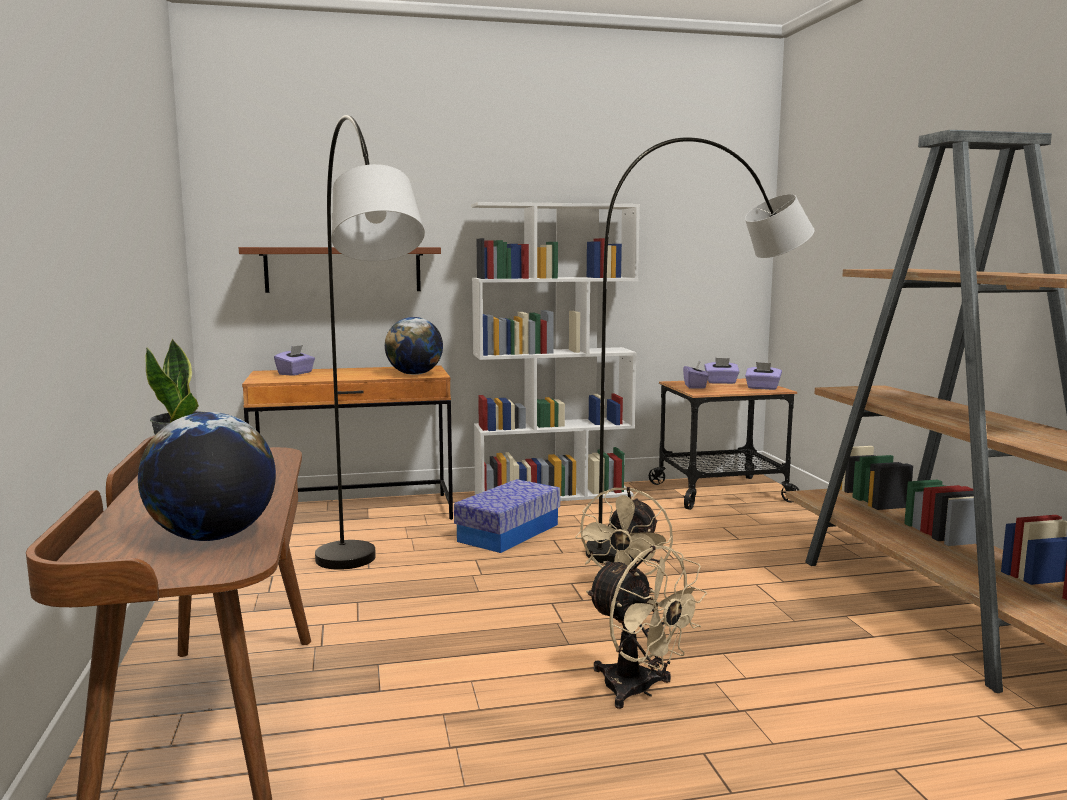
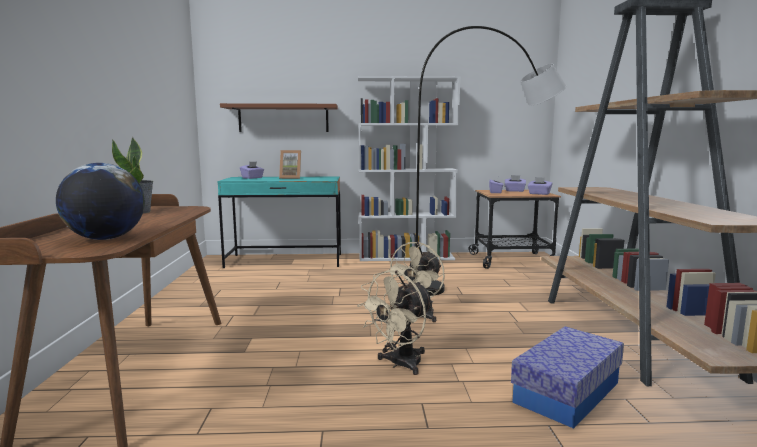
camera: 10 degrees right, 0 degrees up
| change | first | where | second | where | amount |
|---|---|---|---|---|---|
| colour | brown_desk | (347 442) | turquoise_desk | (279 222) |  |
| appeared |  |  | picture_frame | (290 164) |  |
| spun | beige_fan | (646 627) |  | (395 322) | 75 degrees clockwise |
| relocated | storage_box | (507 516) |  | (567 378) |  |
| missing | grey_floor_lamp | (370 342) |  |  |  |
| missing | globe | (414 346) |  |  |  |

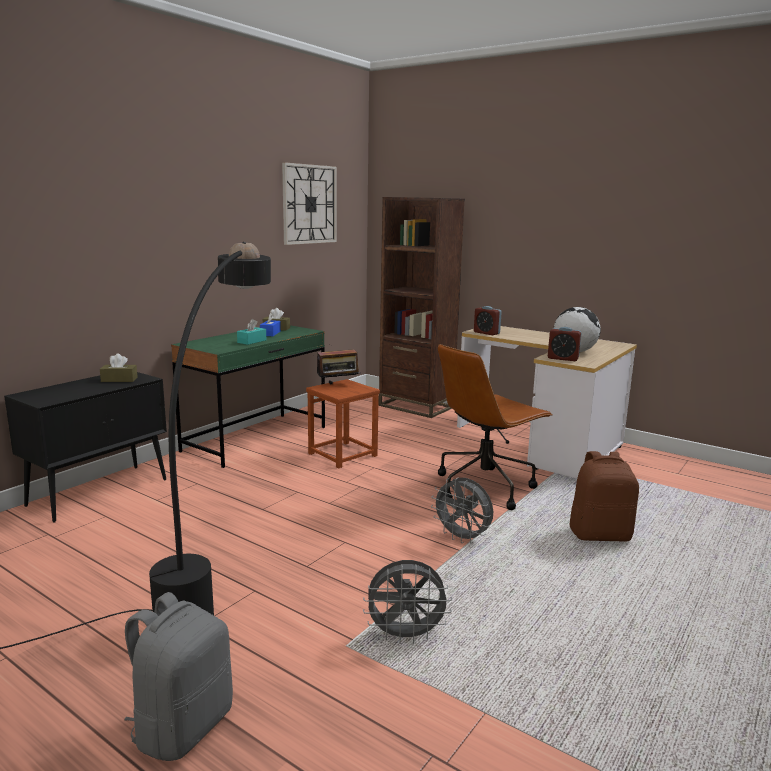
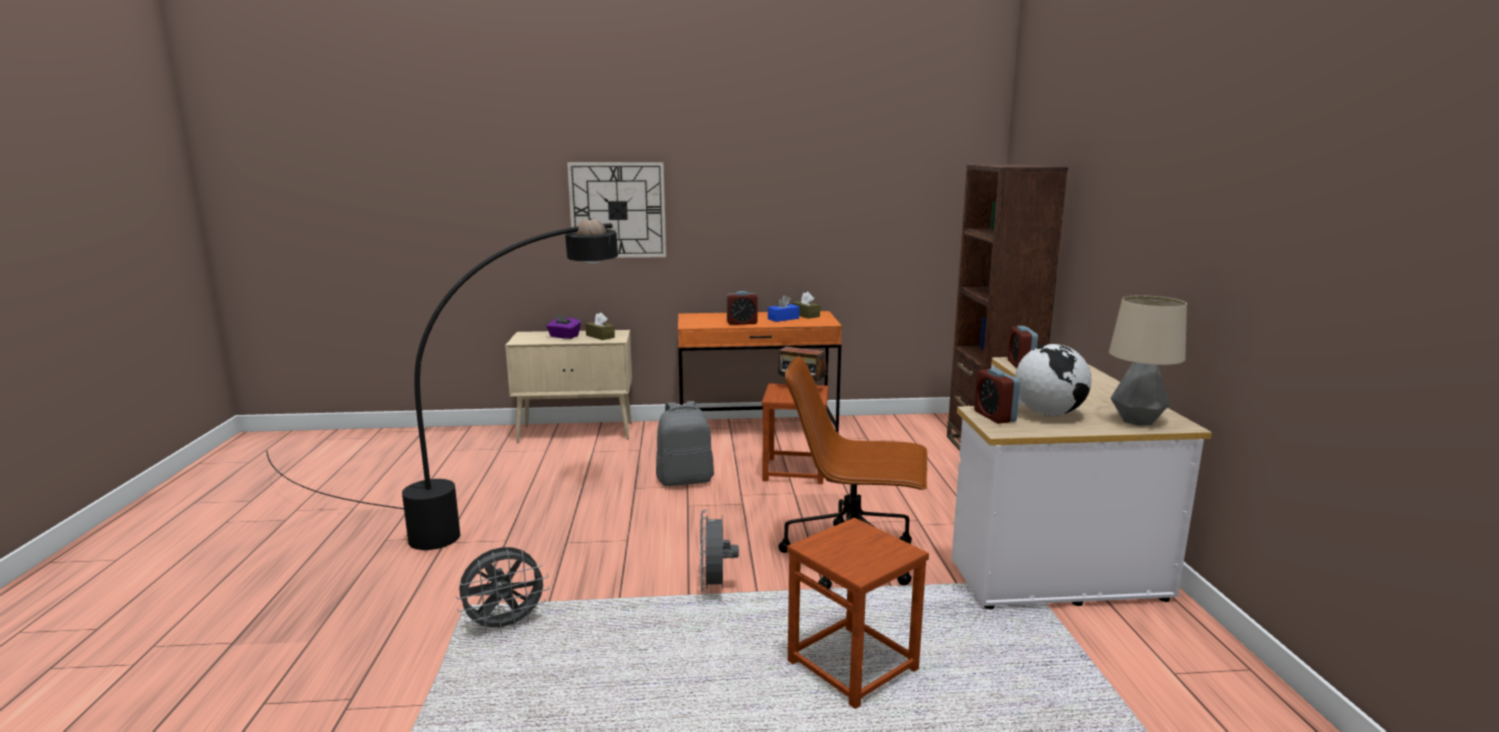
camera: 50 degrees right, 0 degrees up
| change | first | where | second | where | amount |
|---|---|---|---|---|---|
| spun | grey_fan | (407 602) |  | (502 590) | 75 degrees counterclockwise |
| colour | black_cabinet | (85 447) | beige_cabinet | (568 386) |  |
| appeared |  |  | purple_tissue_box | (563 326) |  |
| relocated | wall_clock | (309 203) |  | (616 210) |  |
| relocated | grey_backpack | (178 676) |  | (685 443) |  |
| colour | green_desk | (248 396) | orange_desk | (760 372) |  |
| exchanged | turquoise_tissue_box | (251 332) | alarm_clock | (742 308) |  |
| exchanged | brown_backpack | (604 496) | brown_stool | (858 613) |  |
| appeared |  |  | table_lamp | (1148 360) |  |

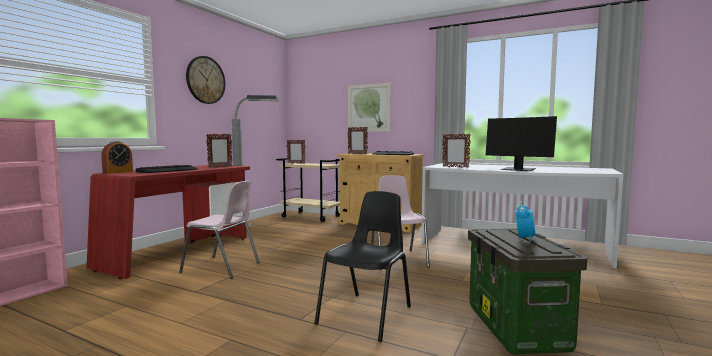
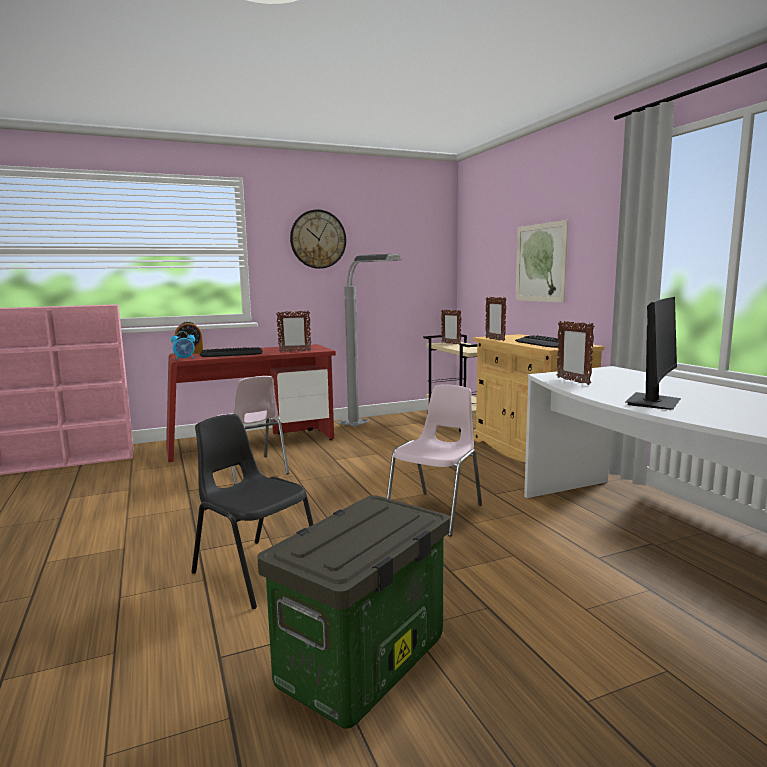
camera: 40 degrees right, 5 degrees up
| change | first | where | second | where | amount |
|---|---|---|---|---|---|
| relocated | alarm_clock | (525 221) |  | (183 345) |  |
| spun | black_chair | (363 266) |  | (253 511) | 120 degrees counterclockwise |
| spun | monitor | (521 143) |  | (653 353) | 135 degrees counterclockwise |

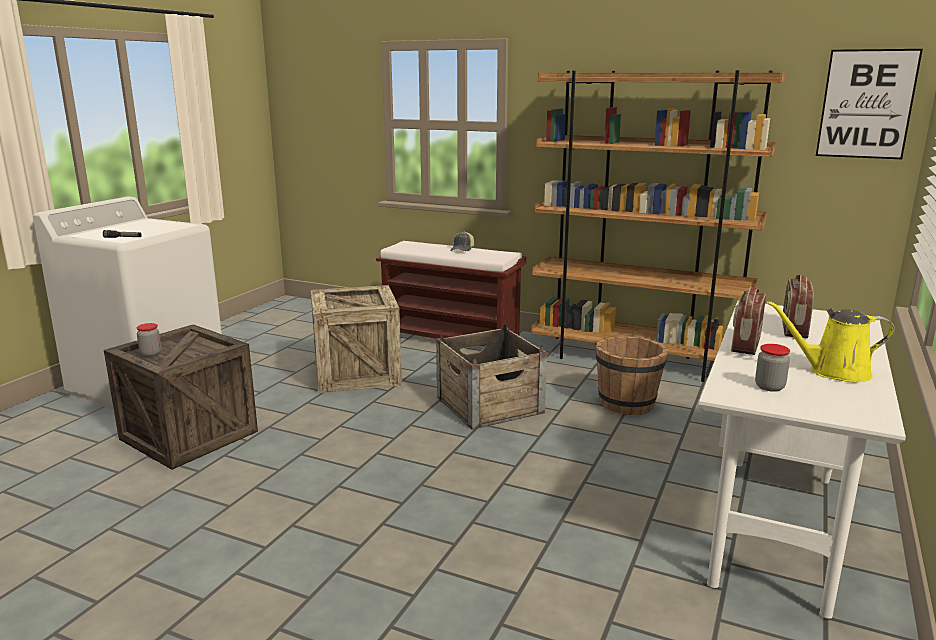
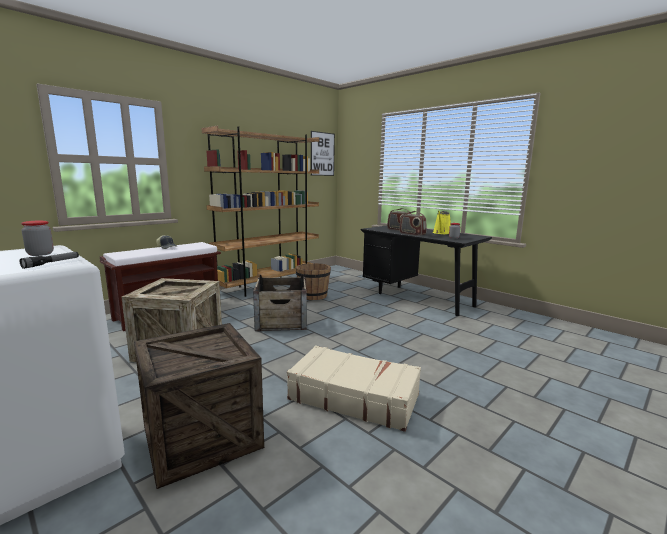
camera: 70 degrees left, 5 degrees down
| change | first | where | second | where | amount |
|---|---|---|---|---|---|
| relocated | jar | (149 340) |  | (37 238) |  |
| appeared |  |  | beige_suitcase | (354 388) |  |
| colour | white_desk | (802 460) | black_desk | (426 270) |  |

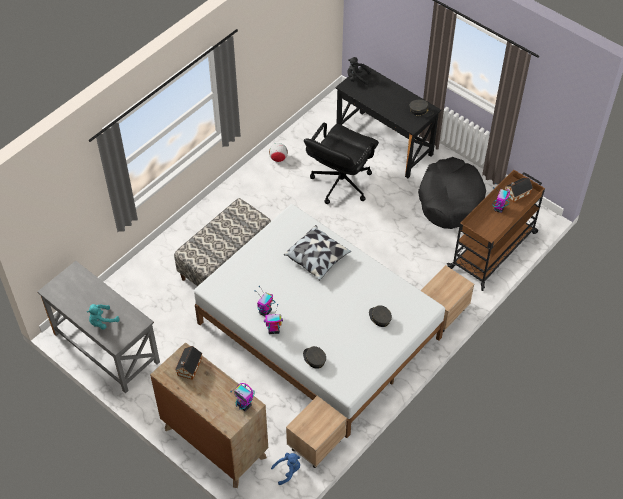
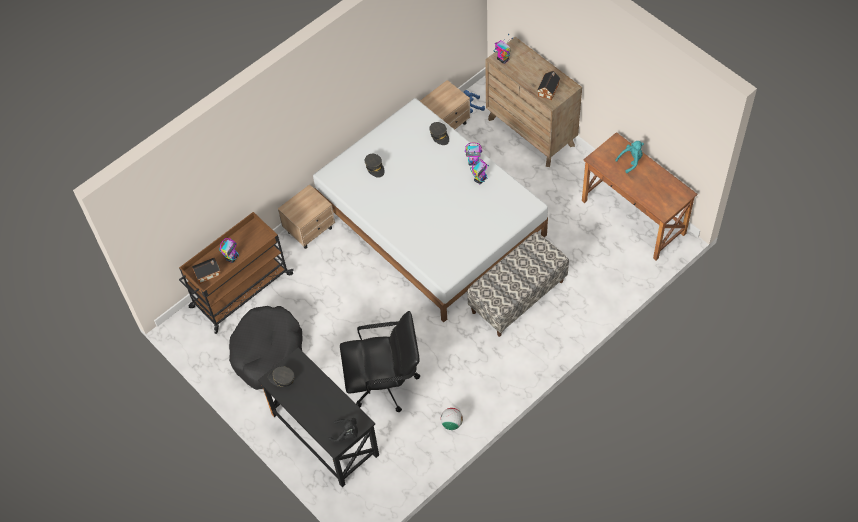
camera: 170 degrees left, 5 degrees up
| change | first | where | second | where | amount |
|---|---|---|---|---|---|
| spun | black_office_chair | (341 163) |  | (380 361) | 45 degrees clockwise |
| colour | grey_desk | (98 327) | brown_desk | (640 196) |  |
| missing | pillow | (317 252) |  |  |  |

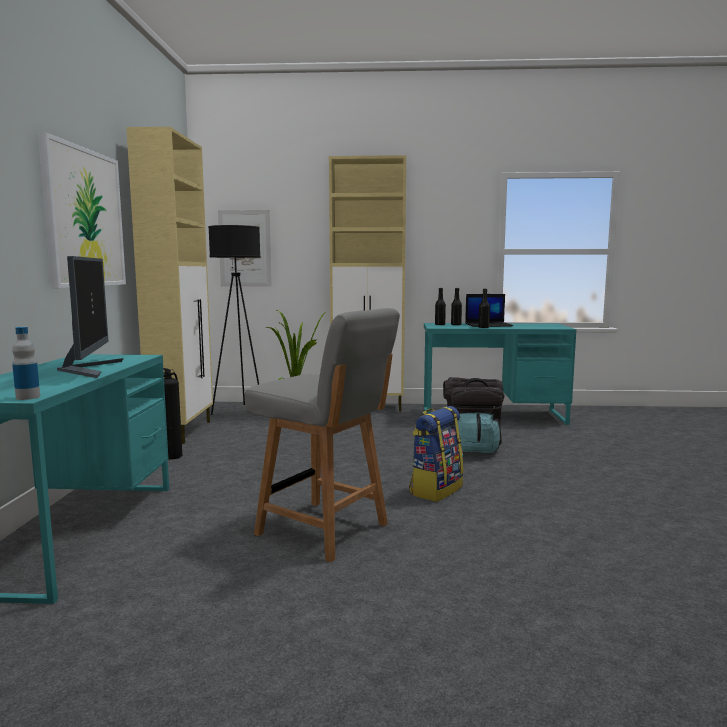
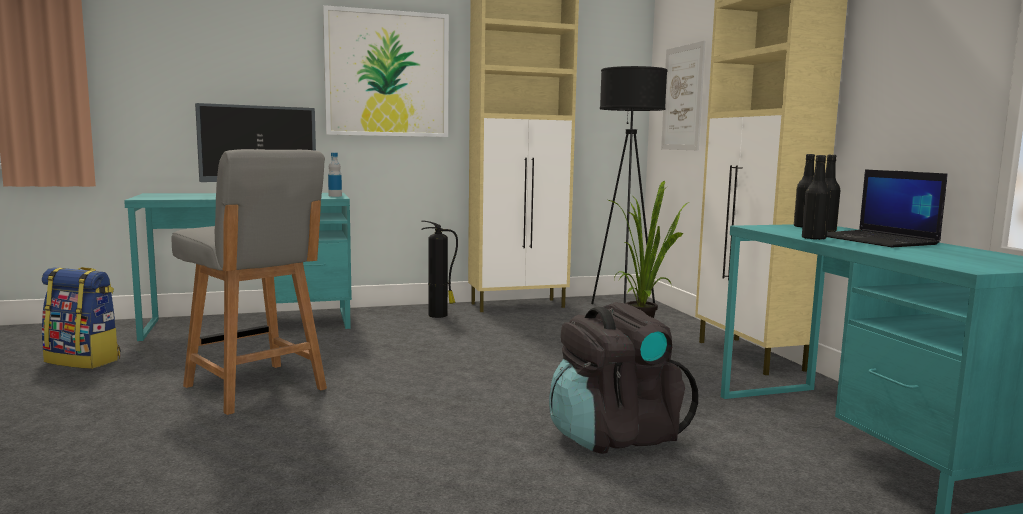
camera: 70 degrees right, 0 degrees up
| change | first | where | second | where | amount |
|---|---|---|---|---|---|
| relocated | backpack | (436 454) |  | (80 318) |  |
| spun | grey_chair | (322 435) |  | (249 282) | 60 degrees counterclockwise |
| relocated | bottle | (26 363) |  | (335 175) |  |

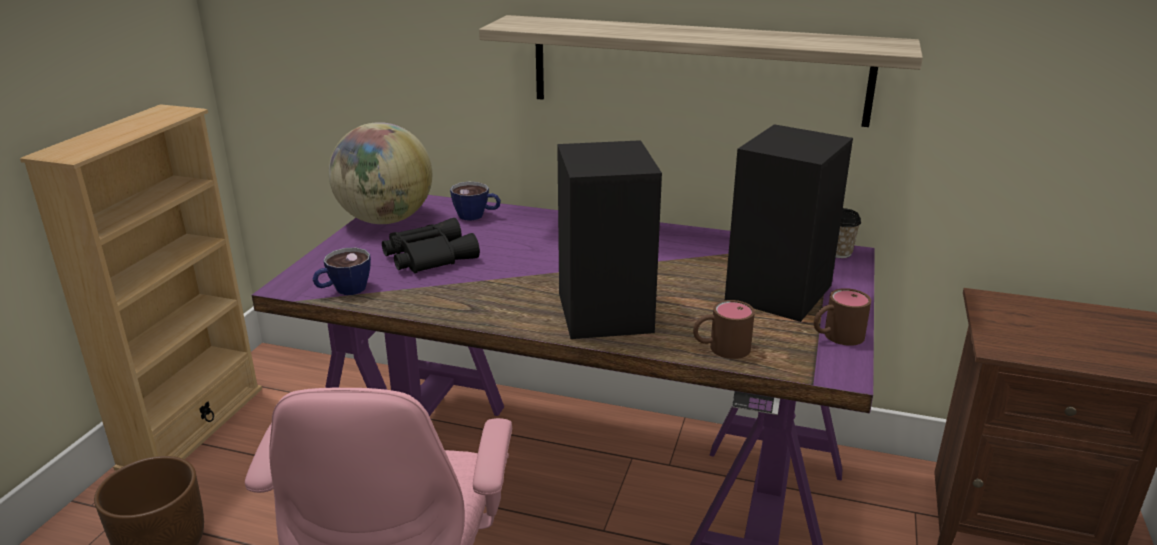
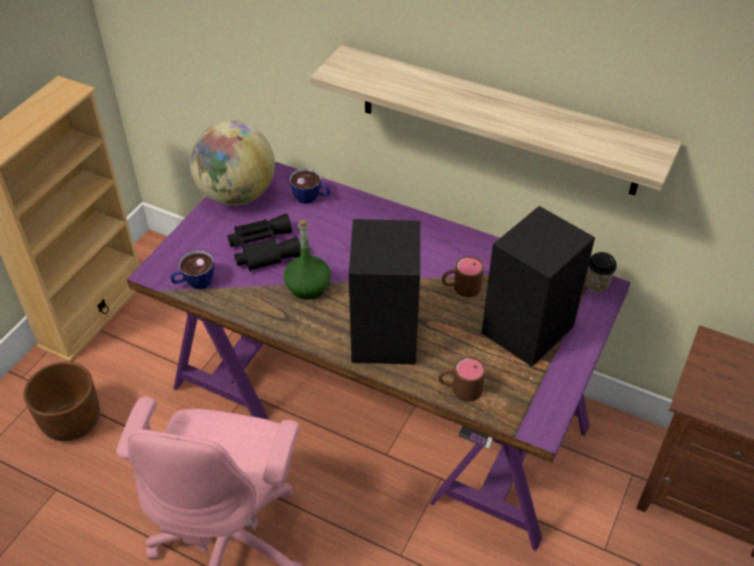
camera: 10 degrees right, 20 degrees up
| change | first | where | second | where | amount |
|---|---|---|---|---|---|
| appeared |  |  | green_bottle | (307 259) |  |
| relocated | brown_mug | (842 317) |  | (463 276) |  |

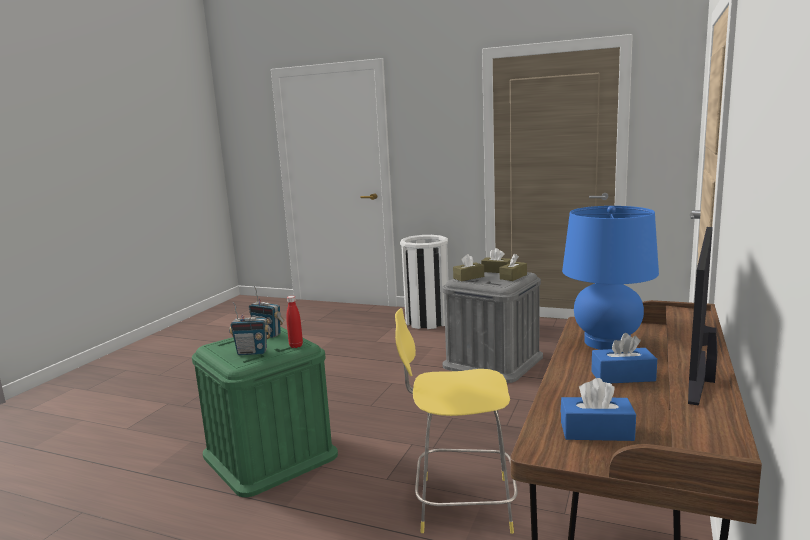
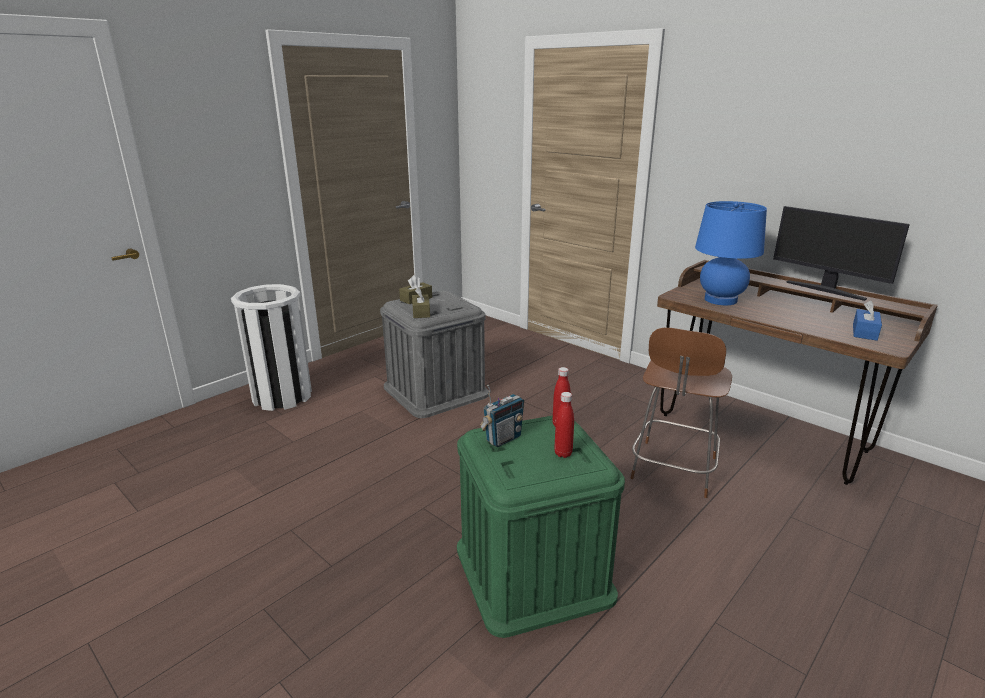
camera: 70 degrees left, 10 degrees up
| change | first | where | second | where | amount |
|---|---|---|---|---|---|
| exchanged | radio | (250 328) | red_bottle | (564 425) |  |
| colour | yellow_stool | (456 421) | brown_stool | (681 413) |  |
| missing | brown_tissue_box | (513 267) |  |  |  |
| missing | blue_tissue_box | (624 358) |  |  |  |

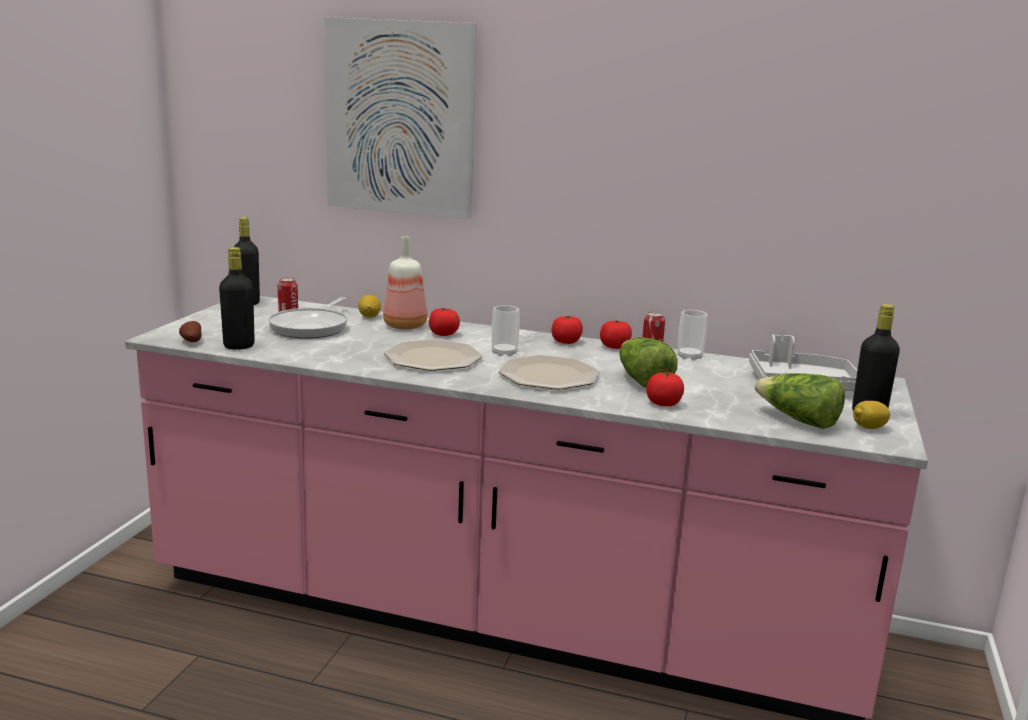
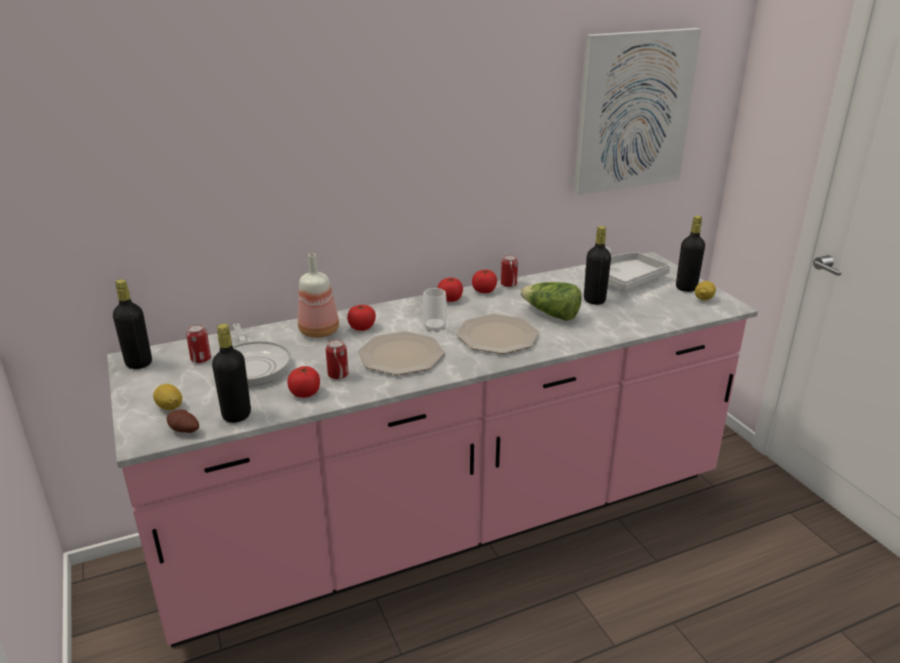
camera: 40 degrees left, 10 degrees up
| change | first | where | second | where | amount |
|---|---|---|---|---|---|
| relocated | lemon | (369 306) |  | (167 397) |  |
| relocated | tomato | (665 389) |  | (303 382) |  |
| appeared |  |  | can | (337 359) |  |
| relocated | picture | (400 118) |  | (638 111) |  |
| appeared |  |  | black_bottle | (597 265) |  |
| missing | cup | (692 335) |  |  |  |
| missing | lettuce | (800 401) |  |  |  |

